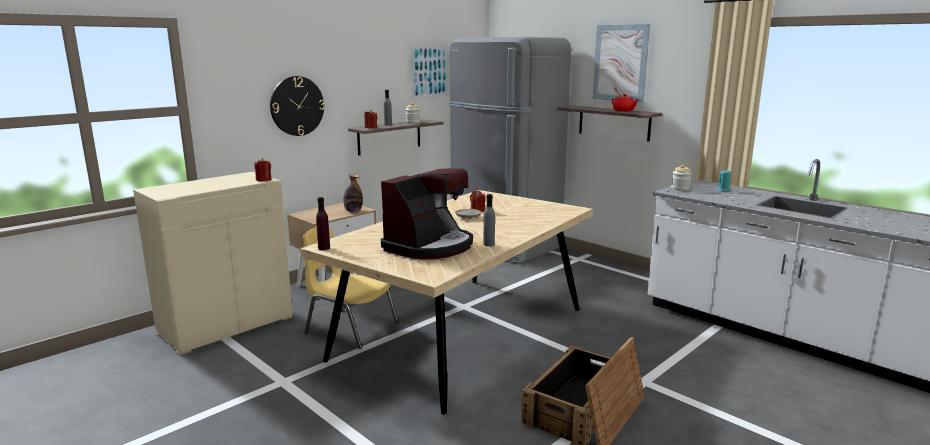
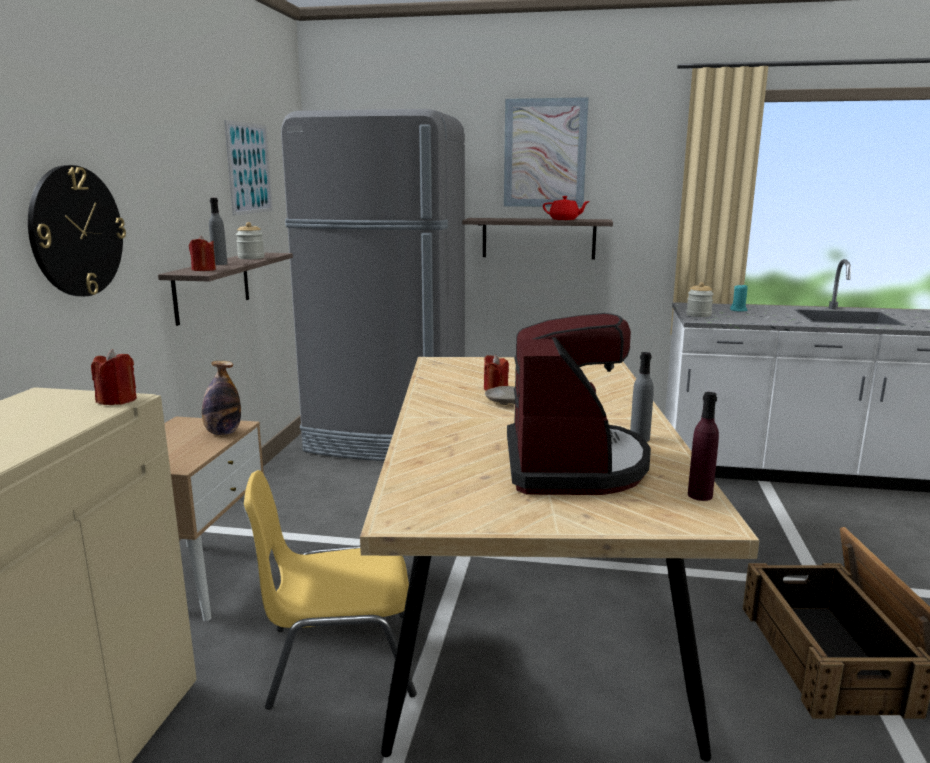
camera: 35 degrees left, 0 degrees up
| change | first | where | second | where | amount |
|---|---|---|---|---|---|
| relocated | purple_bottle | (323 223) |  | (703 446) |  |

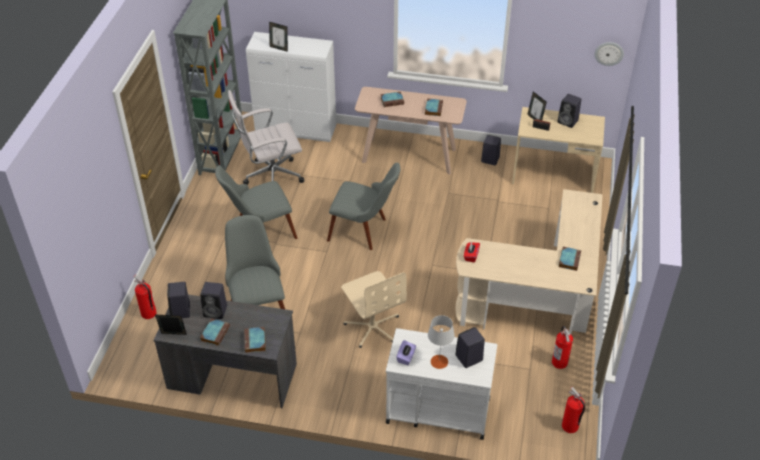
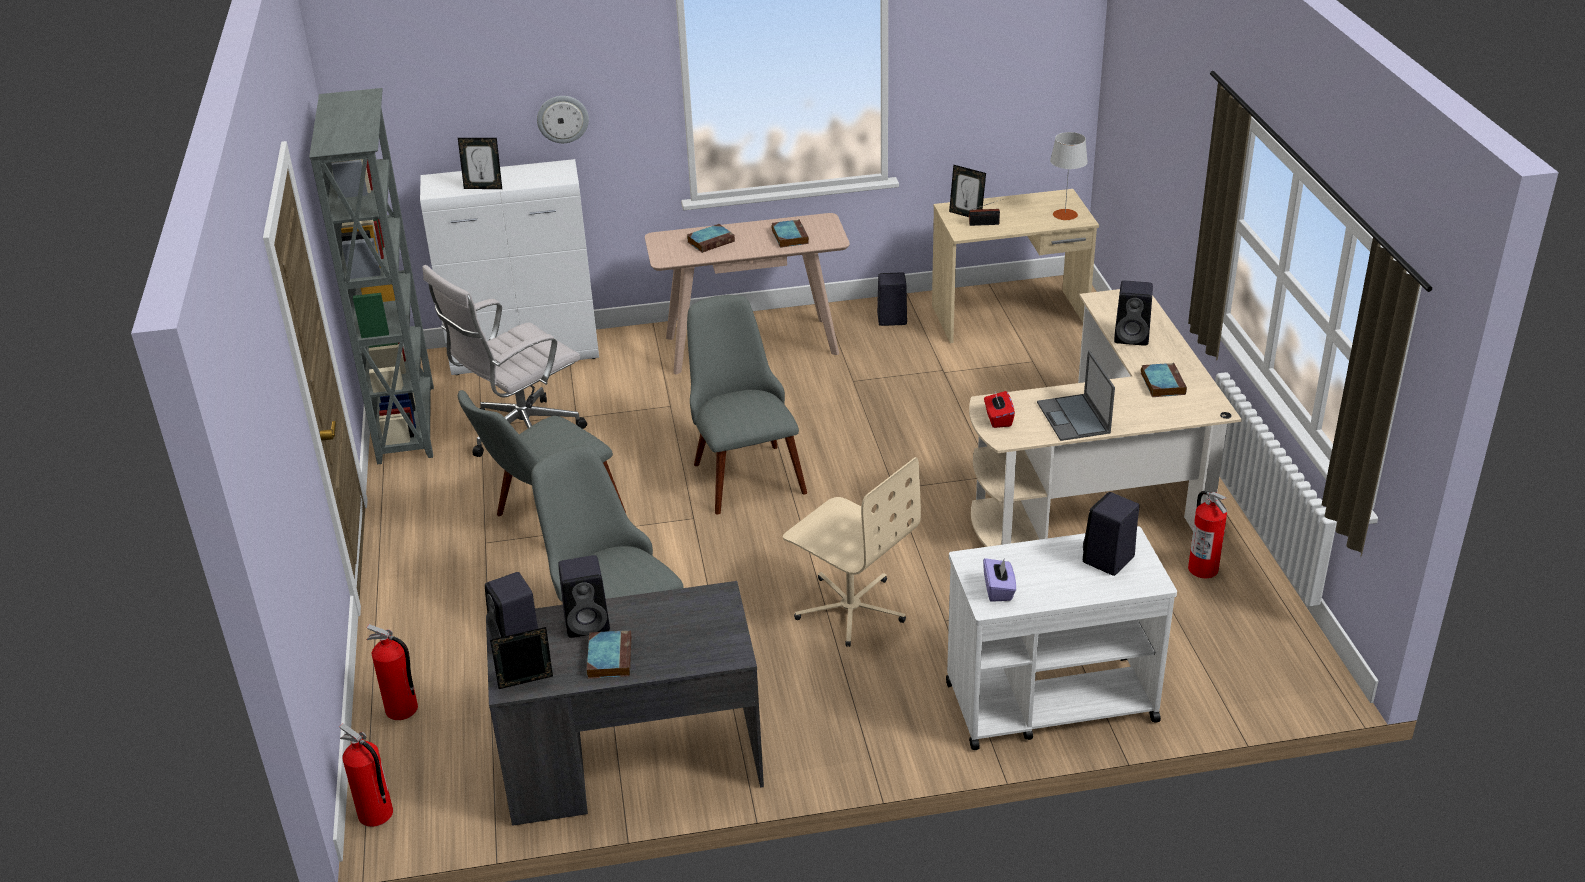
camera: 20 degrees left, 10 degrees down
| change | first | where | second | where | amount |
|---|---|---|---|---|---|
| relocated | fire_extinguisher | (573 409) |  | (366 775) |  |
| relocated | wall_clock | (609 54) |  | (563 119) |  |
| spun | grey_chair | (364 206) |  | (747 404) | 105 degrees counterclockwise |
| appeared |  |  | laptop | (1076 395) |  |
| relocated | grey_table_lamp | (441 342) |  | (1069 176) |  |
| relocated | black_speaker | (569 111) |  | (1133 313) |  |
| missing | book | (255 340) |  |  |  |

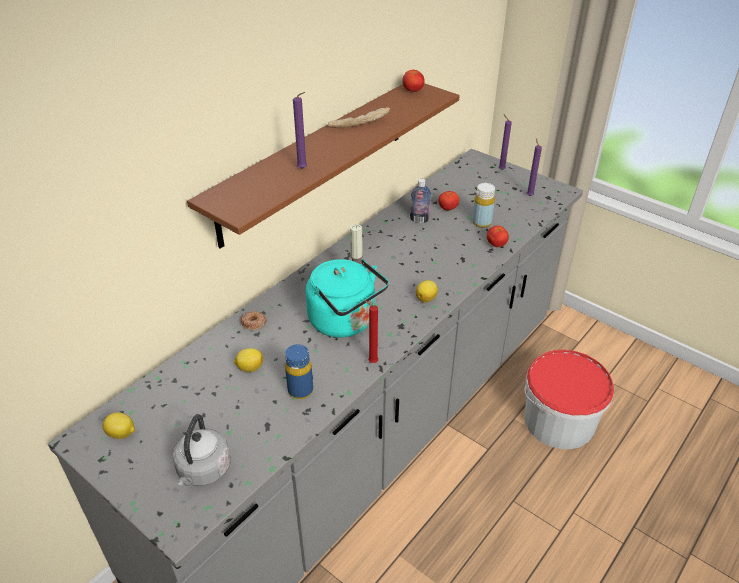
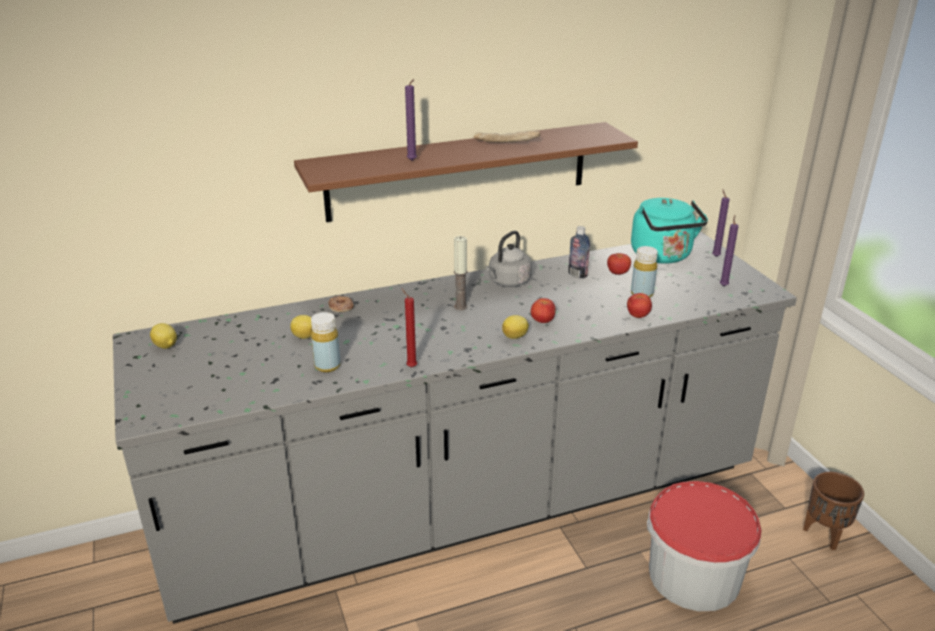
camera: 30 degrees right, 10 degrees down
| change | first | where | second | where | amount |
|---|---|---|---|---|---|
| colour | blue_bottle | (299 371) | yellow_bottle | (326 342) |  |
| relocated | grey_kettle | (202 450) |  | (509 259) |  |
| relocated | tomato | (413 81) |  | (543 310) |  |
| relocated | turquoise_kettle | (347 298) |  | (669 231) |  |
| appeared |  |  | brown_planter | (833 511) |  |

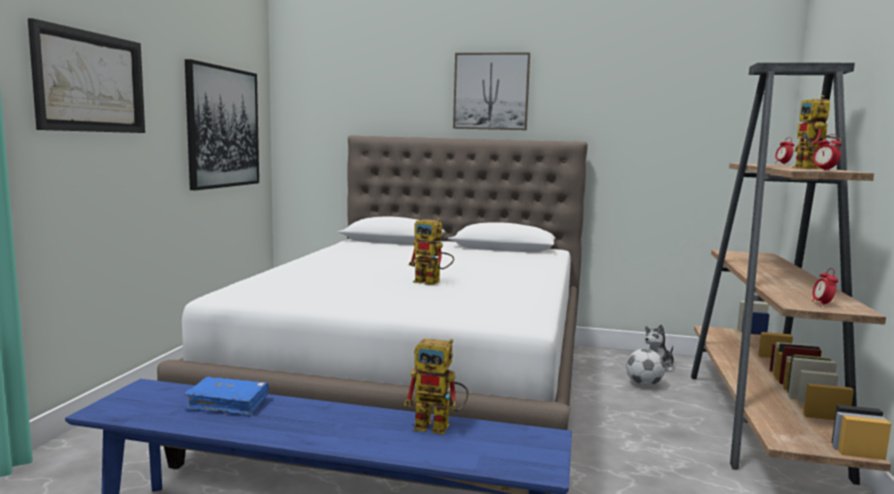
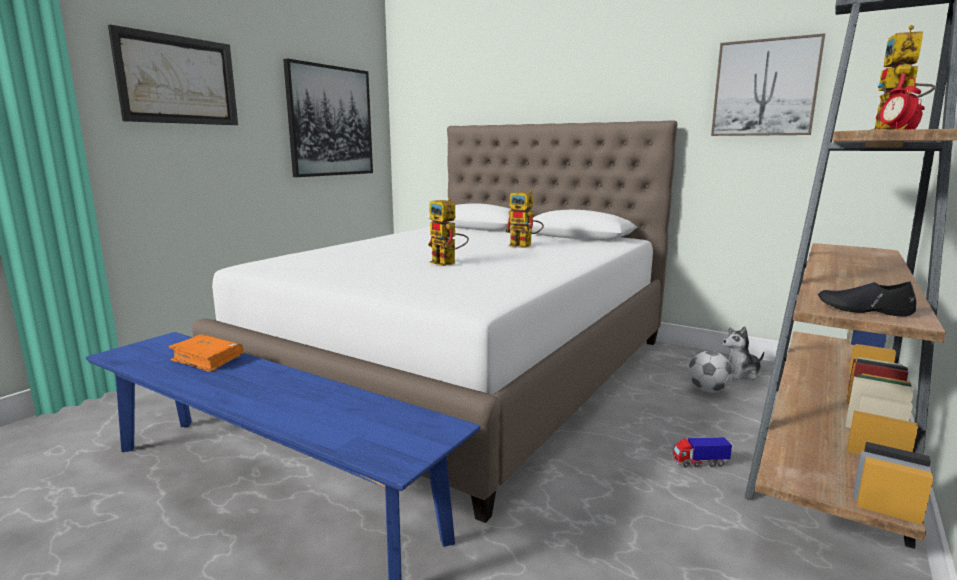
camera: 20 degrees right, 5 degrees up
| change | first | where | second | where | amount |
|---|---|---|---|---|---|
| colour | blue_book | (226 397) | orange_book | (206 353) |  |
| relocated | toy_robot | (436 386) |  | (524 219) |  |
| appeared |  |  | toy_truck | (702 452) |  |
| relocated | picture | (491 91) |  | (768 84) |  |
| exchanged | alarm_clock | (825 287) | black_shoe | (867 298) |  |

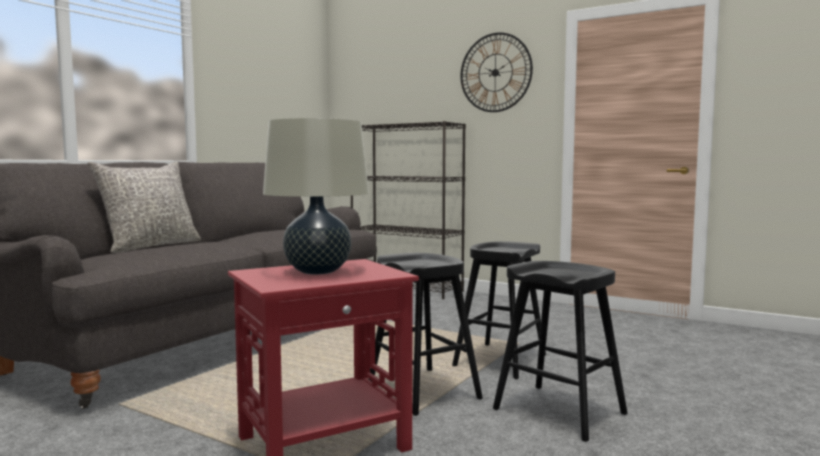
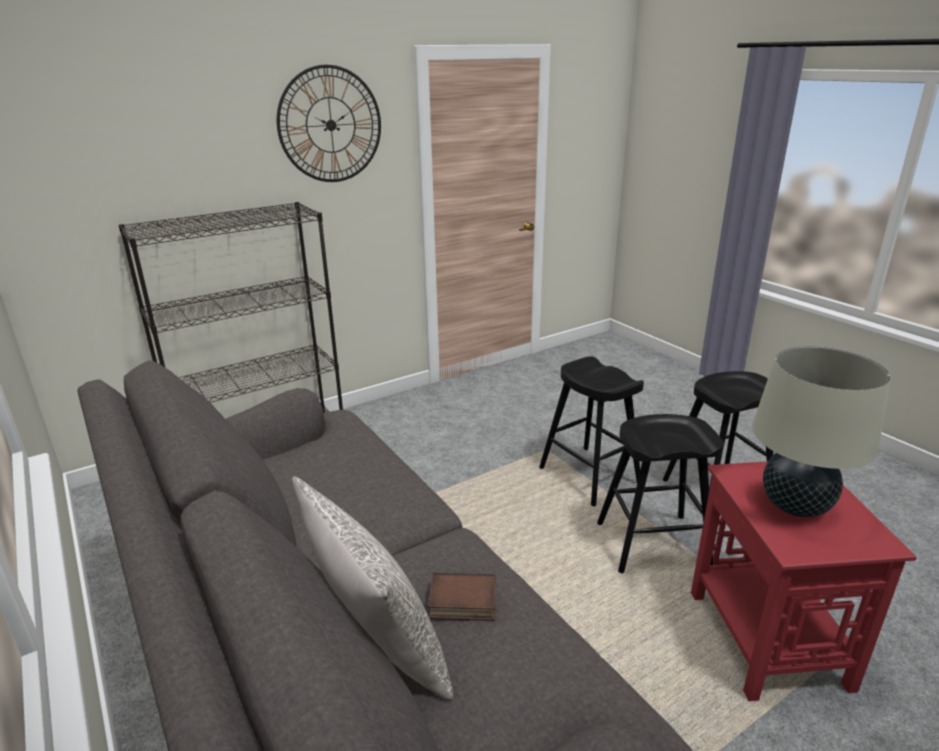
camera: 65 degrees left, 20 degrees up
| change | first | where | second | where | amount |
|---|---|---|---|---|---|
| appeared |  |  | book | (462 597) |  |

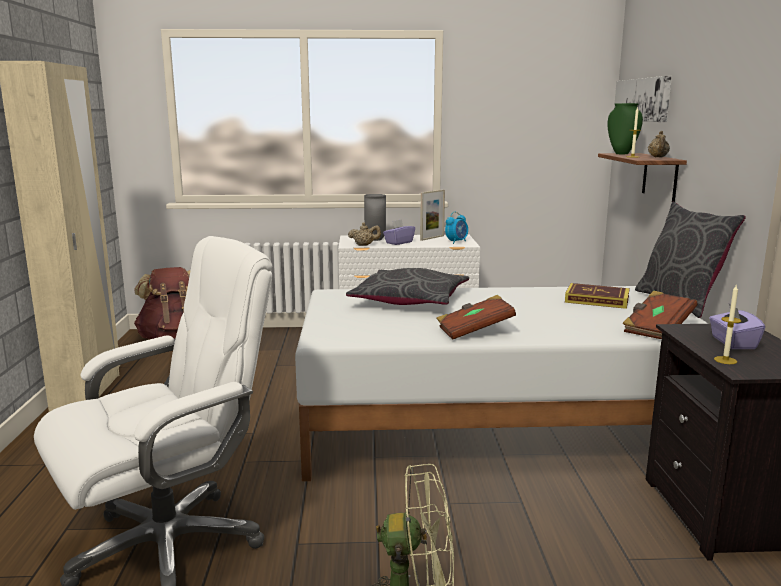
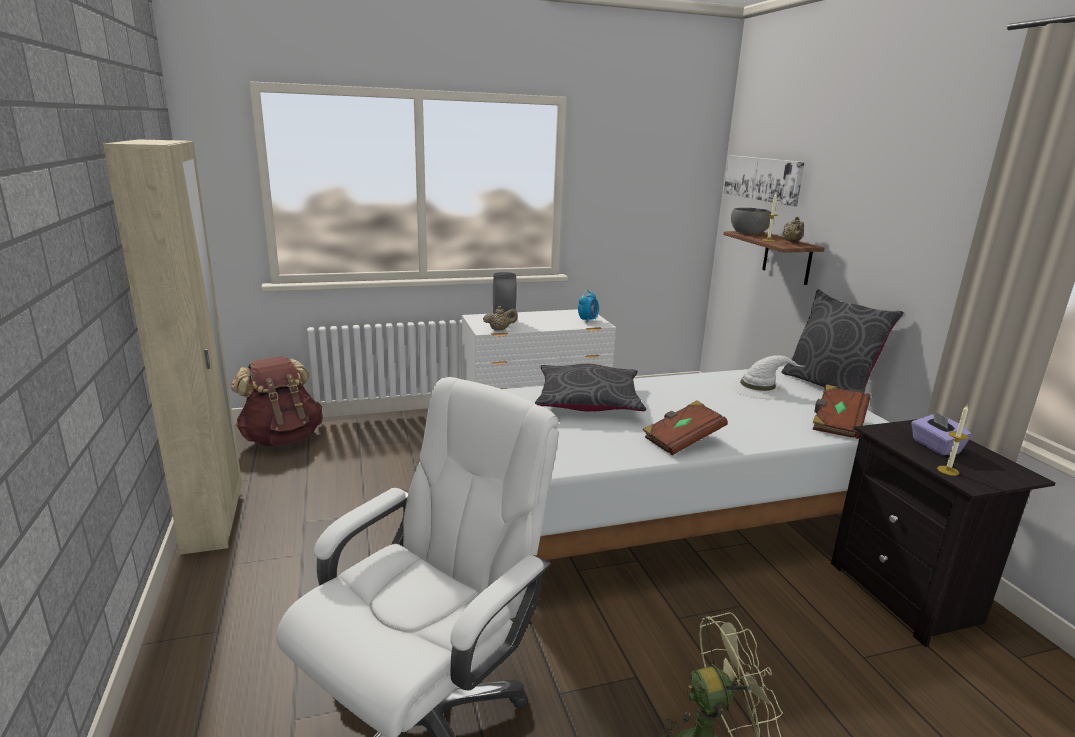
camera: 15 degrees left, 5 degrees up
| change | first | where | second | where | amount |
|---|---|---|---|---|---|
| exchanged | book | (597 296) | white_hat | (766 377) |  |
| exchanged | green_vase | (625 128) | grey_bowl | (751 221) |  |
| missing | purple_tissue_box | (399 232) |  |  |  |
| missing | picture_frame | (432 215) |  |  |  |

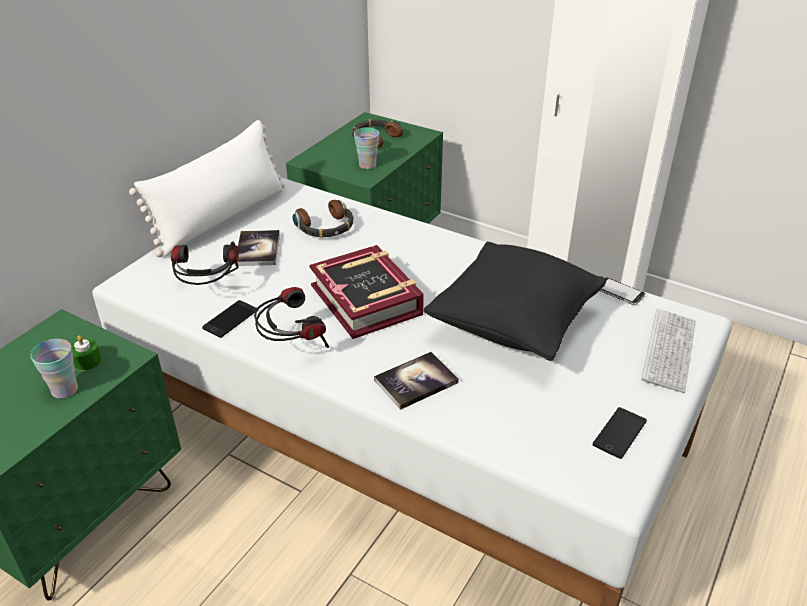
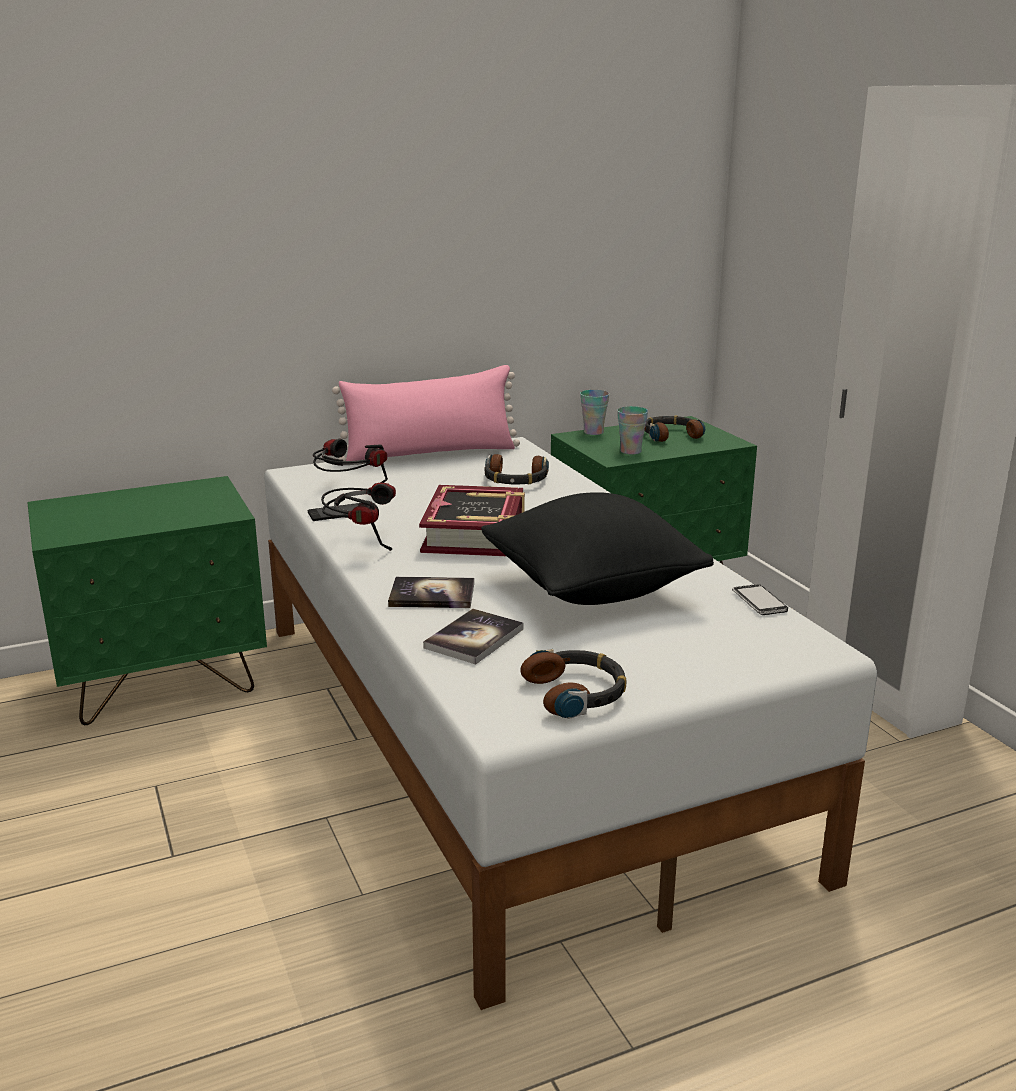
camera: 35 degrees right, 15 degrees down
| change | first | where | second | where | amount |
|---|---|---|---|---|---|
| colour | white_pillow | (207 188) | pink_pillow | (426 413) |  |
| relocated | book | (257 248) |  | (473 637) |  |
| exchanged | phone | (620 433) | headphones | (573 684) |  |
| relocated | cup | (54 369) |  | (594 412) |  |
| missing | green_candle | (86 352) |  |  |  |
| missing | keyboard | (668 351) |  |  |  |

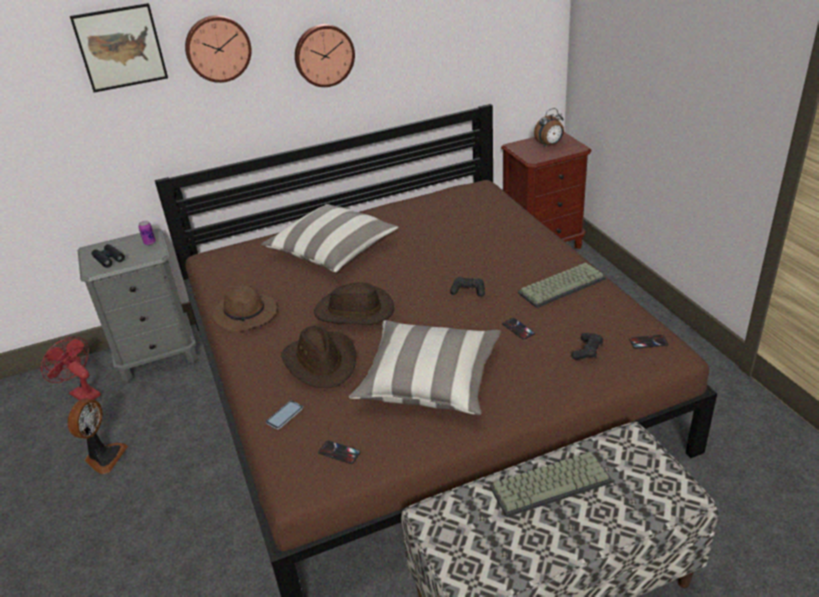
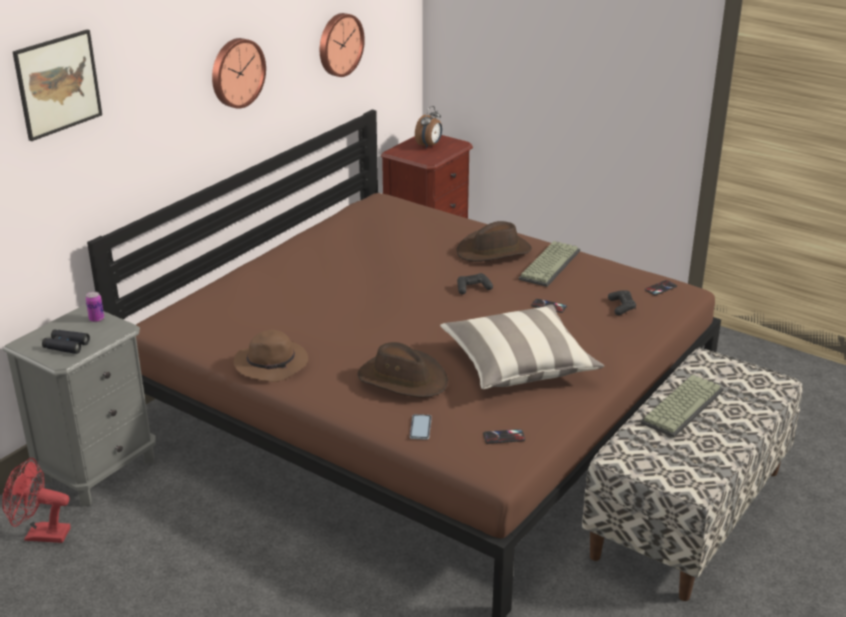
camera: 35 degrees left, 5 degrees down
| change | first | where | second | where | amount |
|---|---|---|---|---|---|
| relocated | wall_clock | (218 49) |  | (342 45) |  |
| relocated | brown_hat | (354 303) |  | (494 241) |  |
| missing | fan | (98 436) |  |  |  |
| missing | pillow | (329 238) |  |  |  |

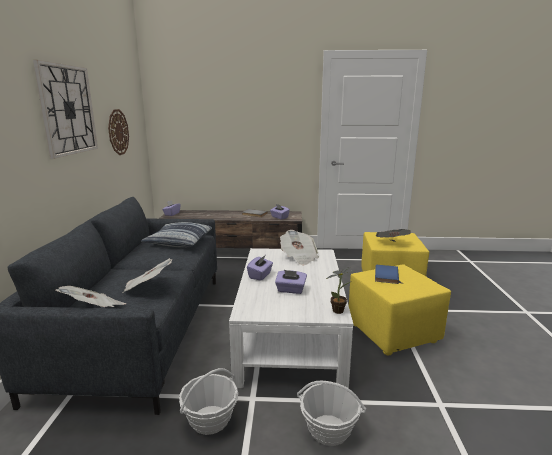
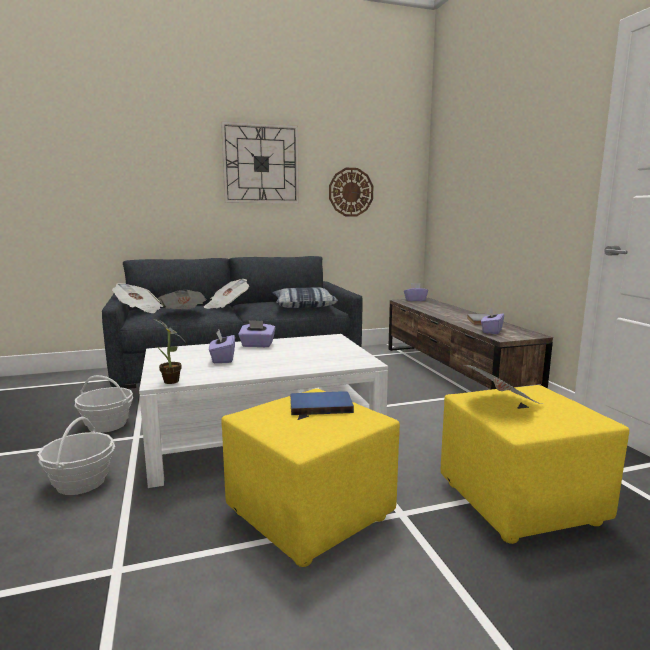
camera: 70 degrees right, 5 degrees down
| change | first | where | second | where | amount |
|---|---|---|---|---|---|
| relocated | newspaper | (299 248) |  | (226 294) |  |

